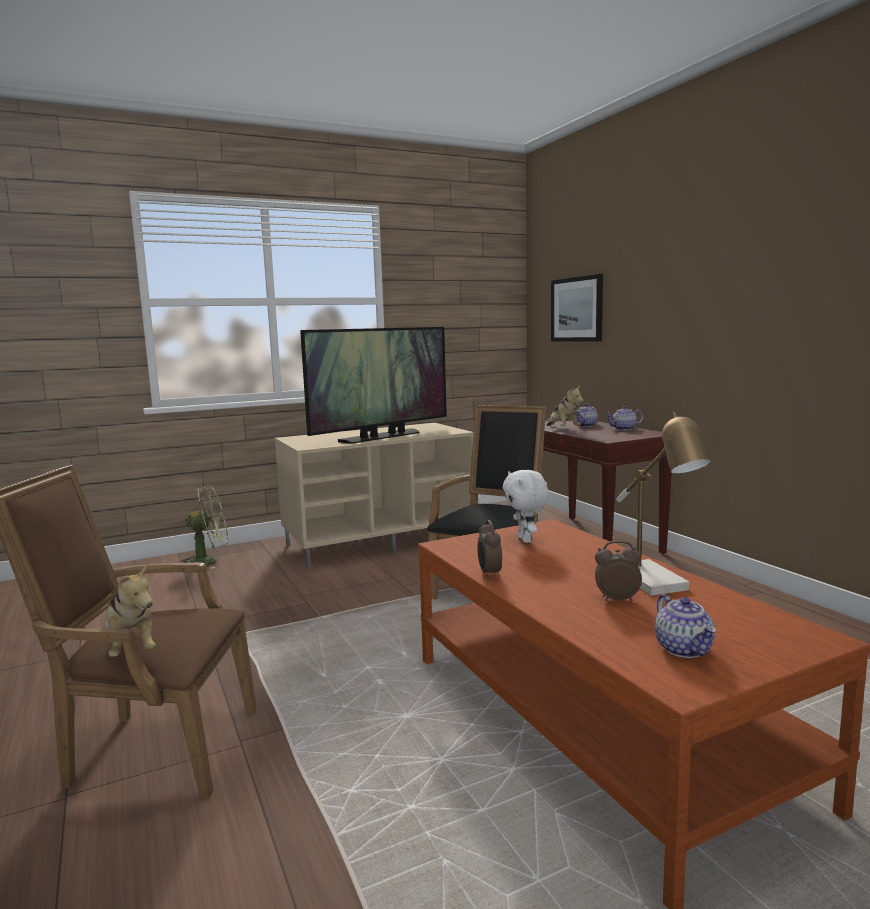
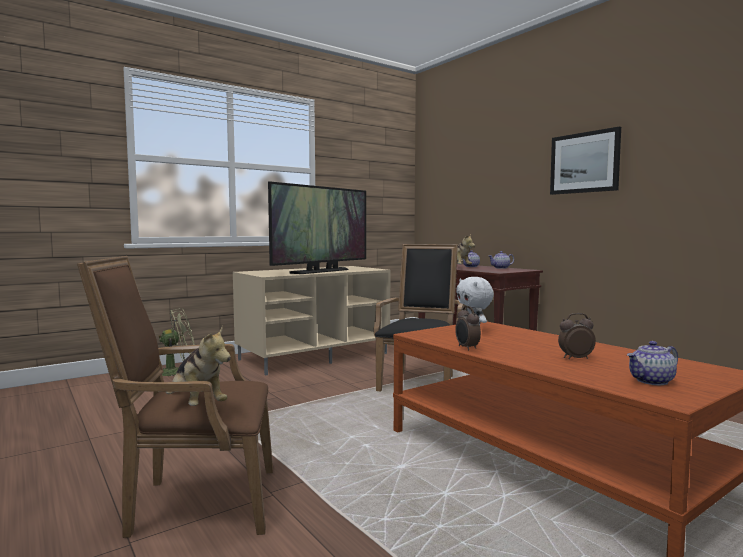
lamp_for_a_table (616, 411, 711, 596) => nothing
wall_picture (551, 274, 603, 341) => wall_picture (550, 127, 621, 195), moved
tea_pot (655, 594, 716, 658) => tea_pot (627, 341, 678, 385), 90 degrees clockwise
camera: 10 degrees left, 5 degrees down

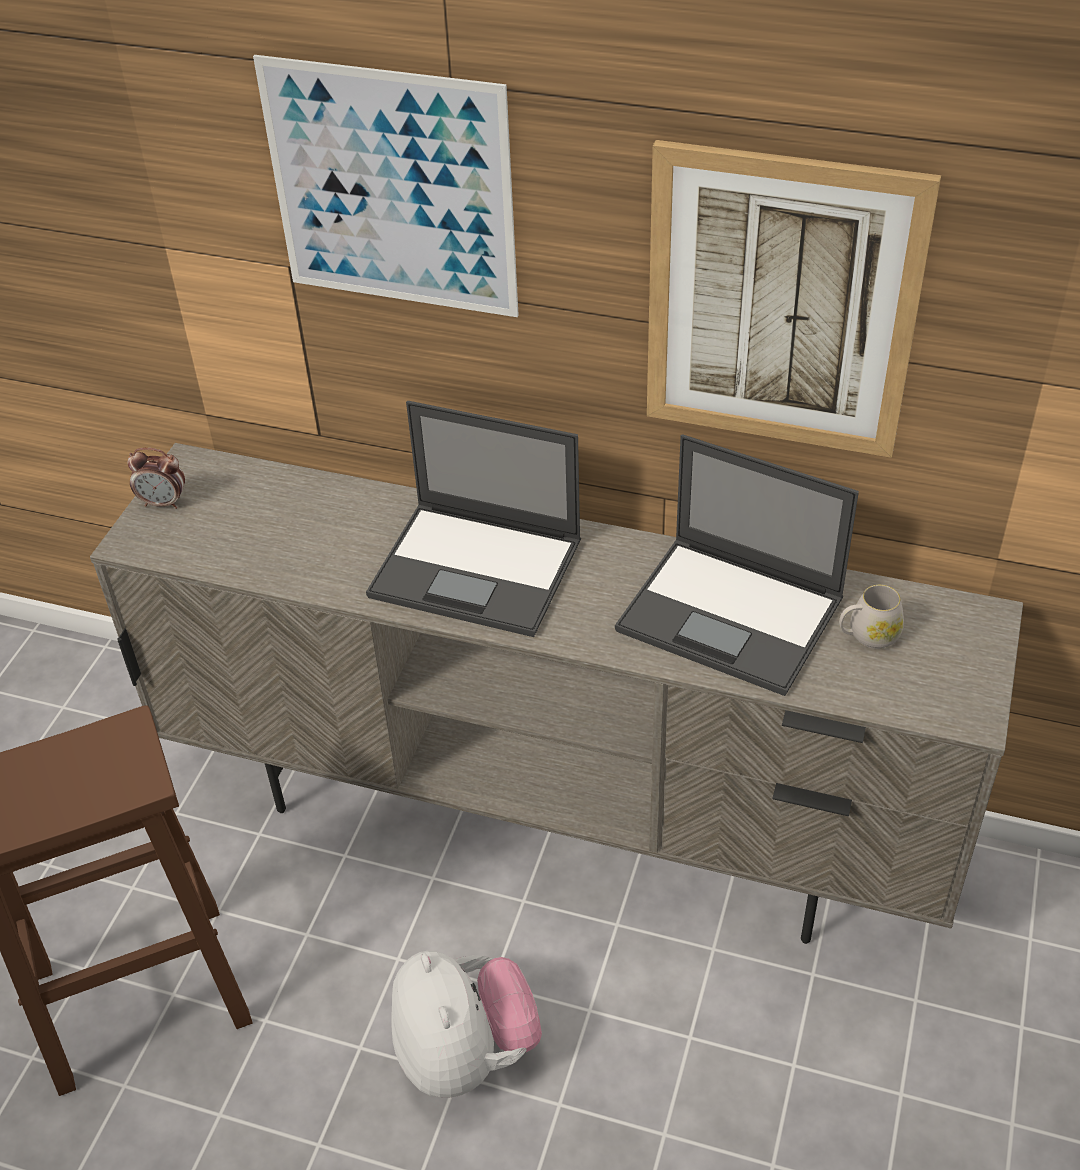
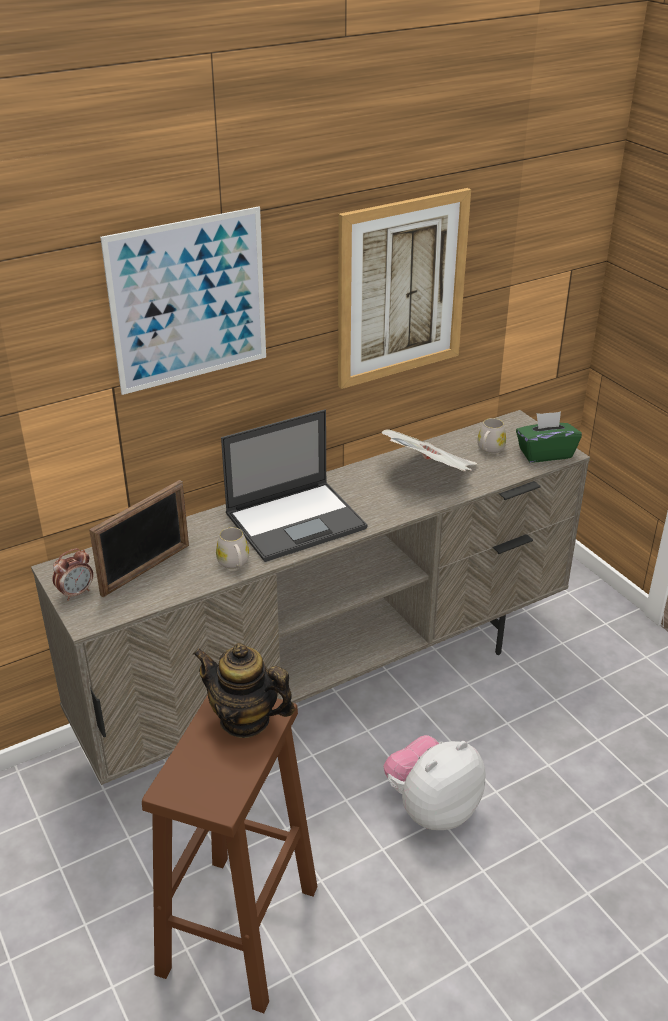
nothing => standing_frame (89, 480, 189, 597)
nothing => tea_pot (193, 643, 295, 738)
nothing => whitish_mug (216, 527, 249, 569)
nothing => green-coloured_tissue_box (516, 412, 582, 462)
notebook_computer (615, 434, 859, 696) => printed_paper (381, 429, 477, 471)
soft_toy (391, 951, 542, 1098) => soft_toy (384, 735, 485, 830), 60 degrees counterclockwise
camera: 50 degrees left, 10 degrees down

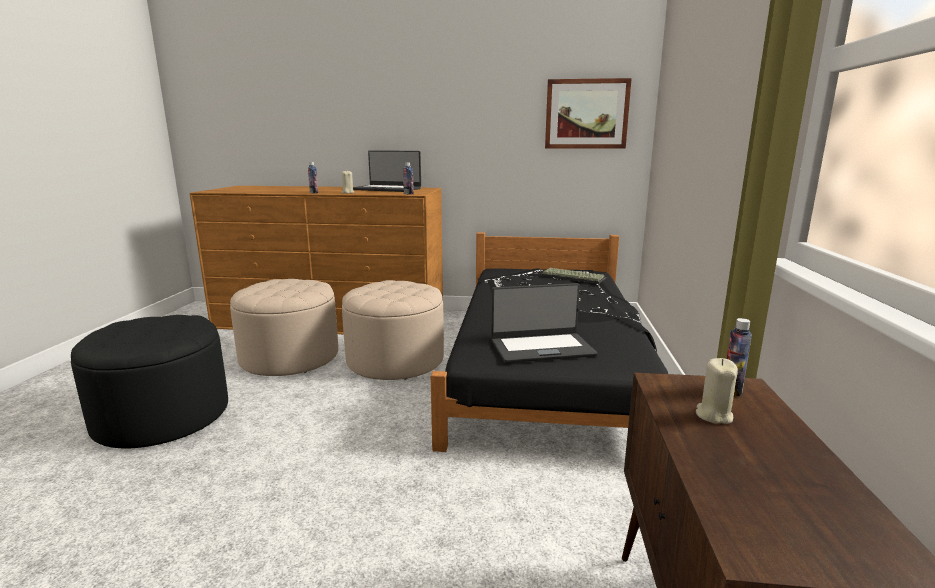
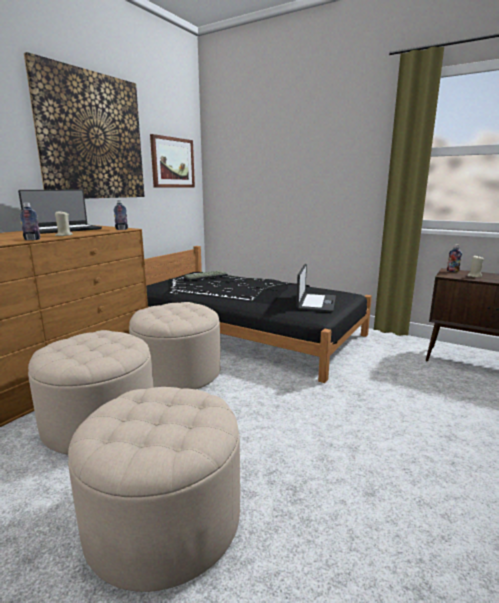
nothing => wall_picture (24, 52, 145, 199)
black-coloured_footrest (71, 315, 228, 448) => beige_footrest (68, 387, 240, 592)
camera: 65 degrees left, 0 degrees up

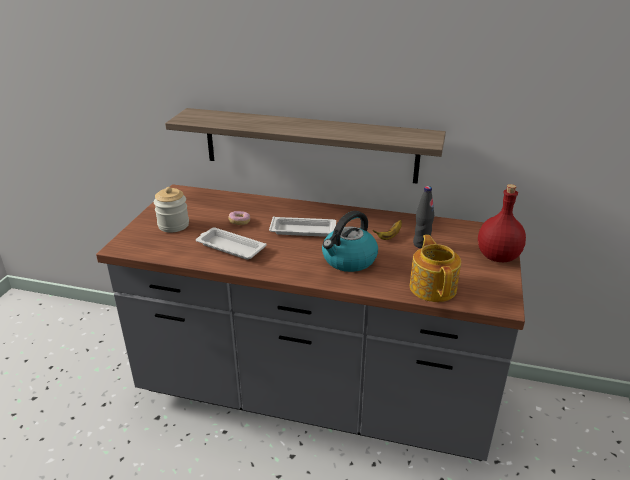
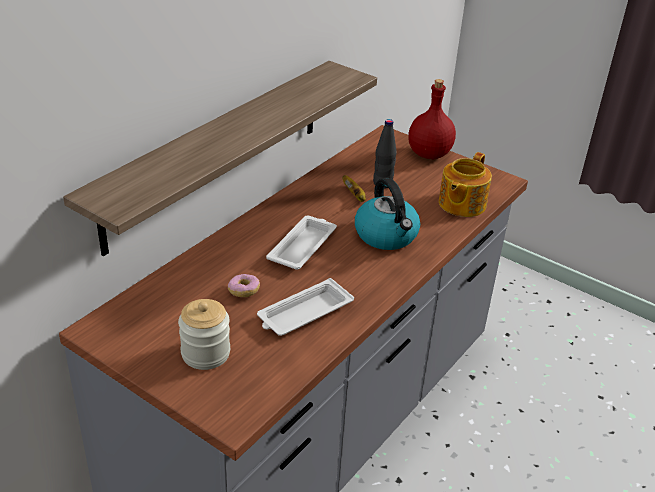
tea_pot (410, 235, 461, 302) => tea_pot (439, 152, 492, 217), 75 degrees counterclockwise
camera: 70 degrees left, 5 degrees up

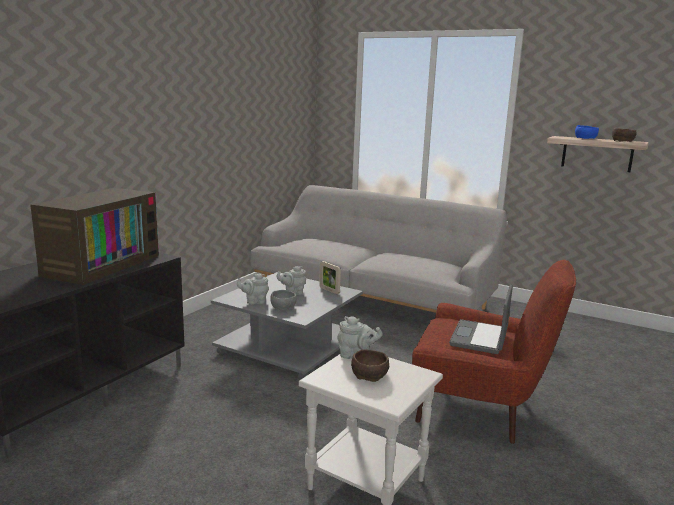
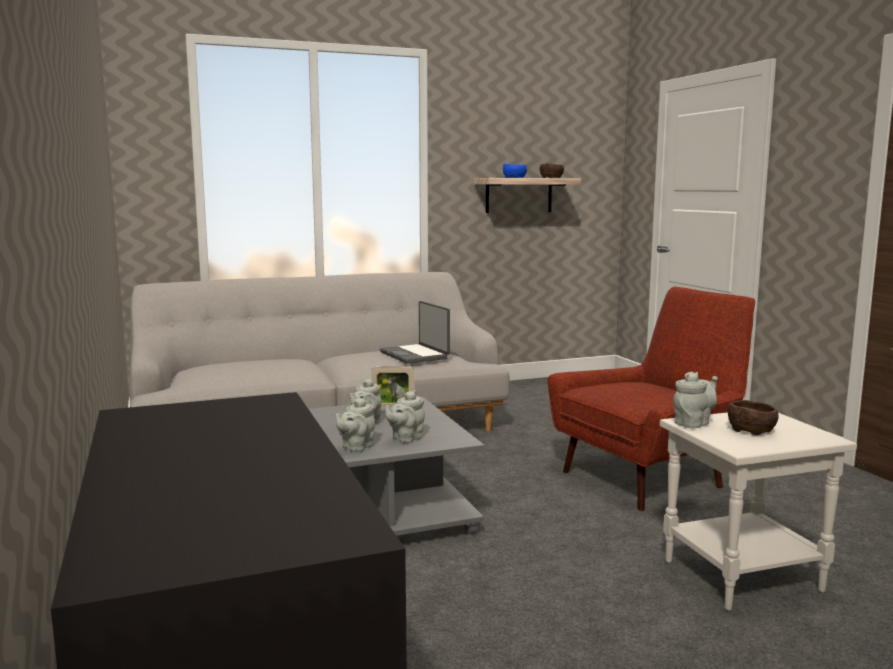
TV (30, 188, 159, 285) => nothing
notebook_computer (449, 285, 513, 354) => notebook_computer (380, 301, 450, 364), moved
greyish_bowl (270, 290, 297, 310) => greyish_tea_pot (385, 390, 425, 443)
camera: 50 degrees left, 5 degrees down

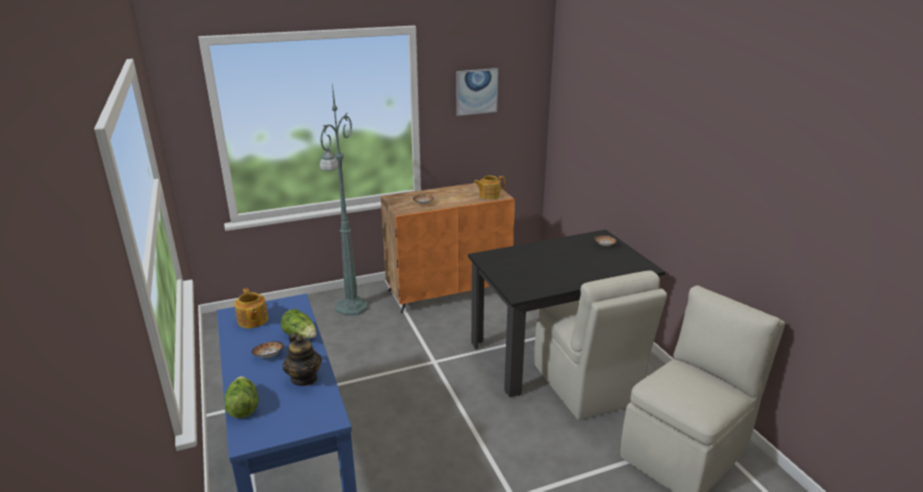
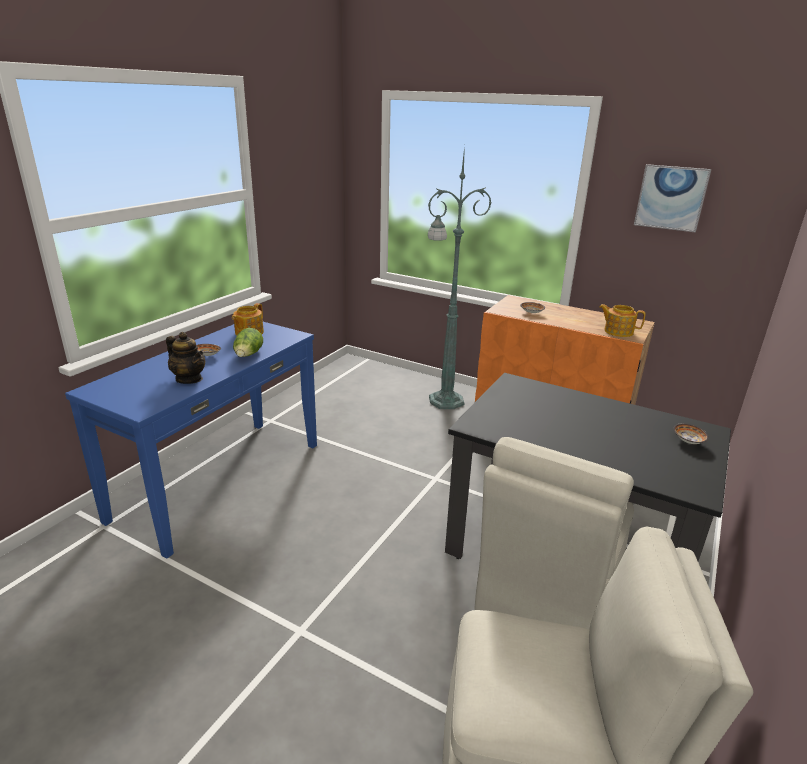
lettuce_head (225, 376, 258, 418) => nothing
tea_pot (283, 333, 322, 386) => tea_pot (166, 332, 205, 384), 75 degrees counterclockwise
camera: 50 degrees right, 0 degrees up

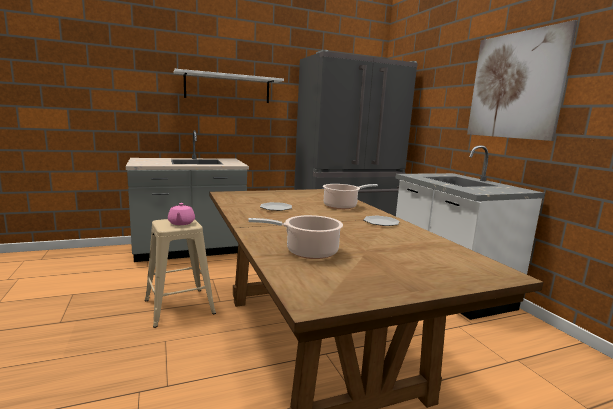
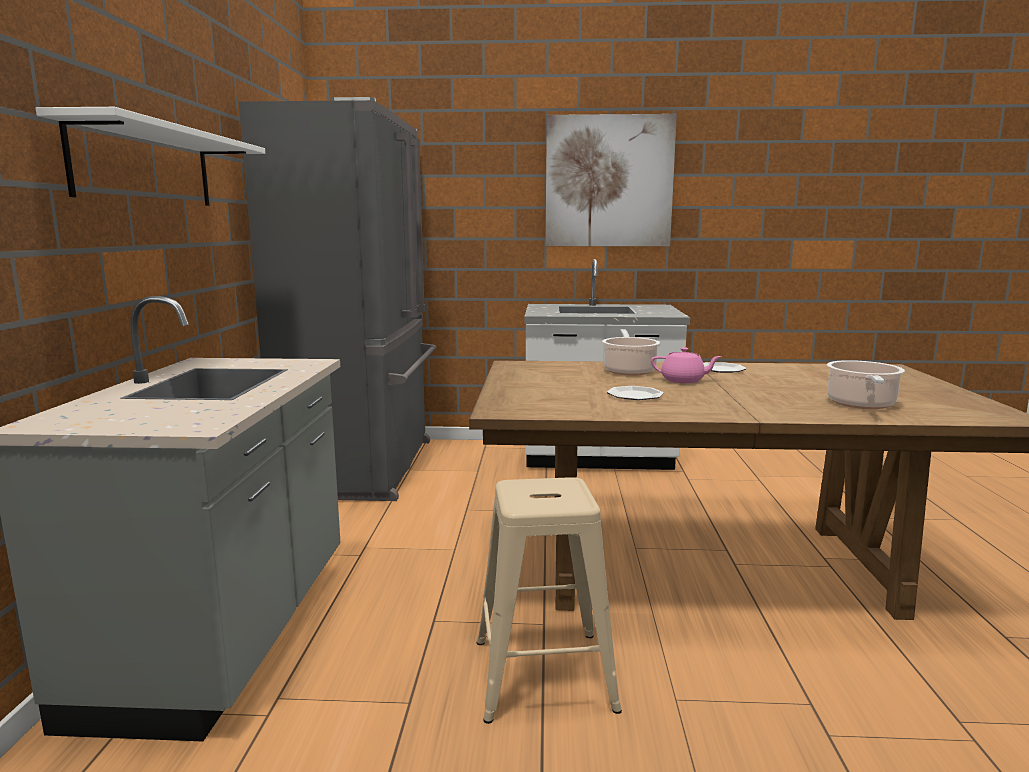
pinkish_tea_pot (168, 203, 195, 225) => pinkish_tea_pot (651, 347, 722, 383), moved
camera: 65 degrees left, 0 degrees up

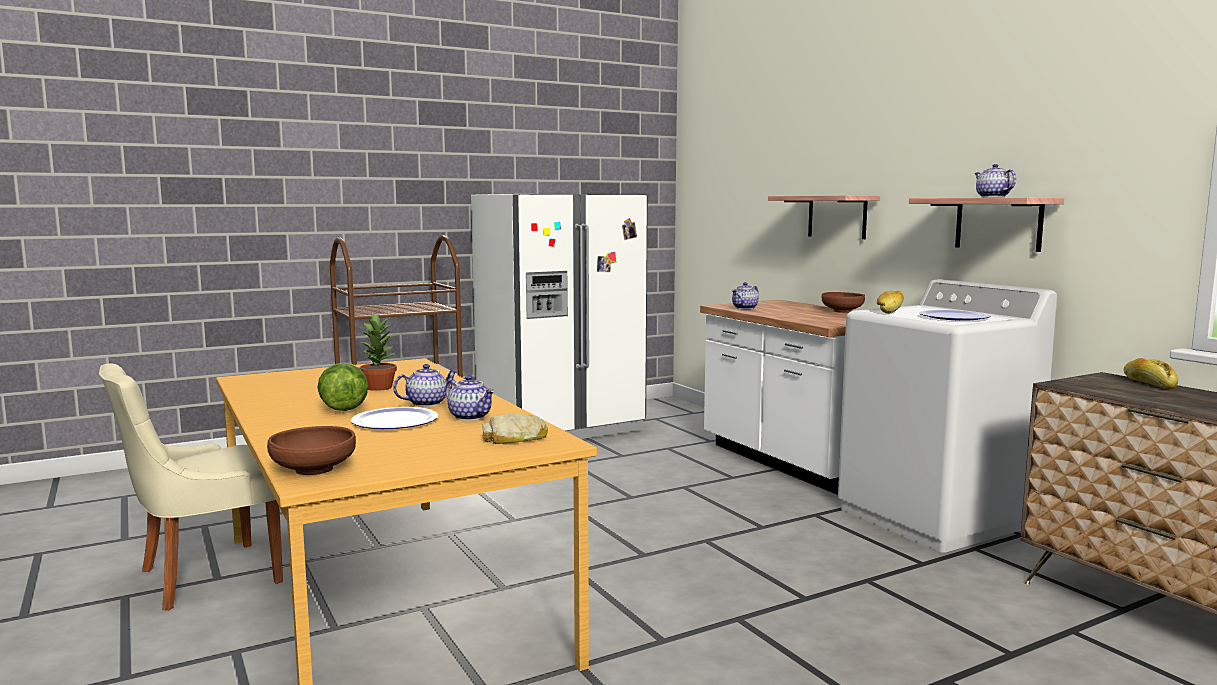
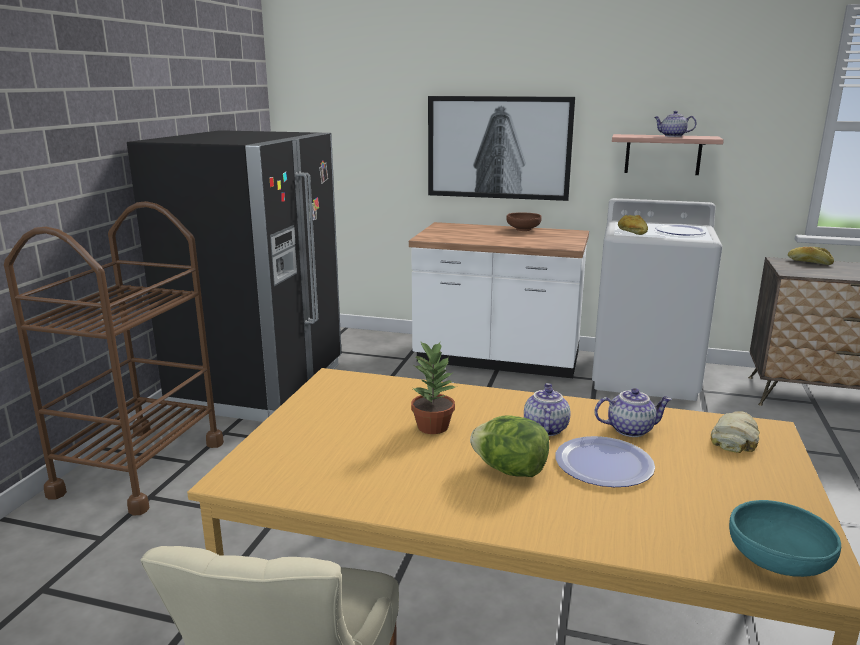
tea_pot (732, 282, 759, 309) => nothing
shelf (768, 195, 880, 239) => wall_picture (428, 96, 575, 201)
brown-coloured_bowl (267, 426, 356, 475) => turquoise_bowl (729, 500, 841, 577)
whitish_refrigerator (471, 194, 648, 439) => black-coloured_refrigerator (127, 130, 341, 422)
camera: 45 degrees left, 10 degrees up

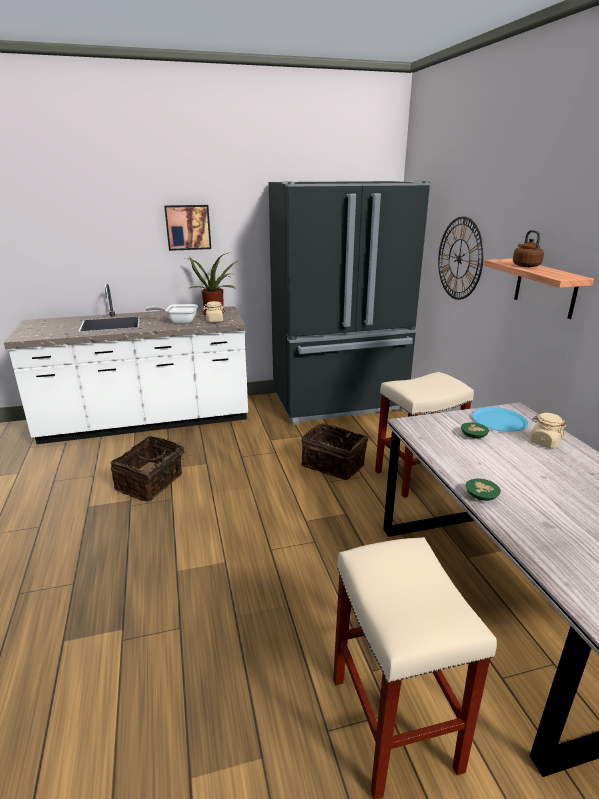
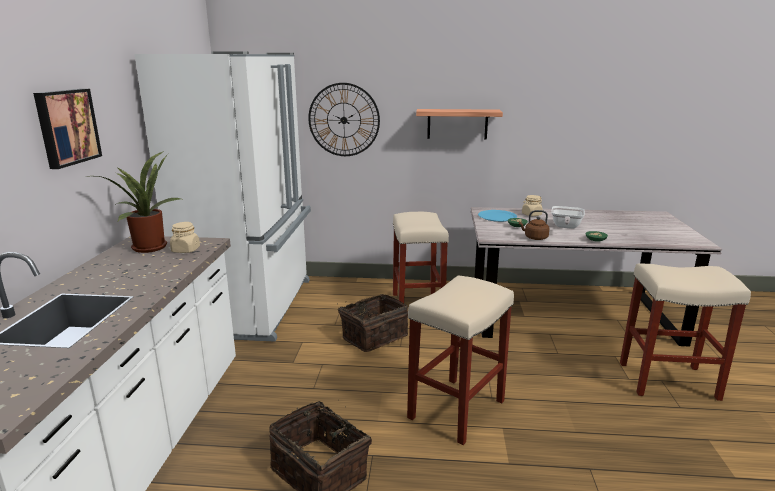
nothing => beige_sitting_stool (407, 276, 514, 445)
pan (146, 304, 198, 324) => pan (551, 206, 585, 229), moved
brown-coloured_kettle (513, 230, 544, 267) => brown-coloured_kettle (519, 210, 550, 240), moved
black-coloured_refrigerator (269, 181, 430, 425) => whitish_refrigerator (135, 51, 311, 342)
camera: 70 degrees left, 5 degrees down

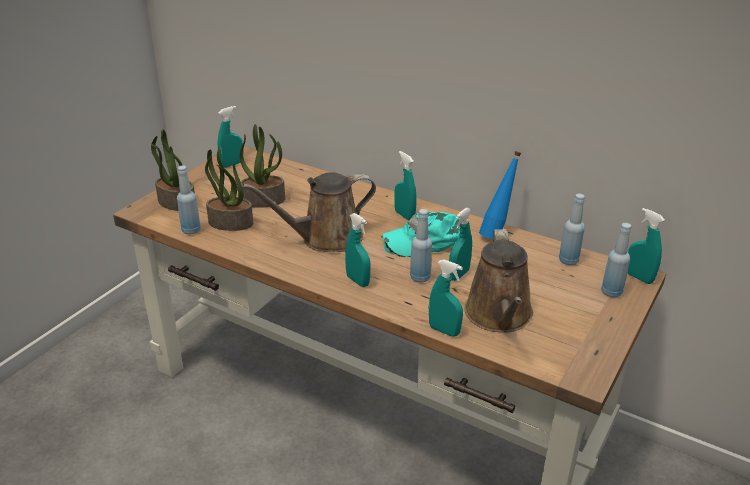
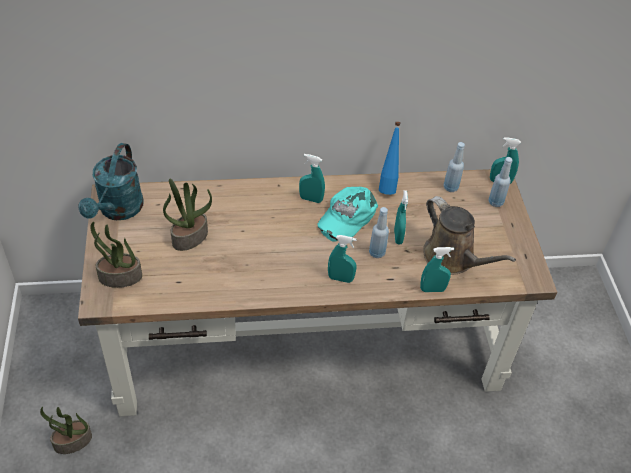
blue_bottle (177, 165, 200, 235) => nothing
brown-coloured_watering_can (243, 172, 376, 252) => nothing
potted_plant (205, 147, 253, 231) => potted_plant (40, 407, 92, 454), moved
turquoise_hand_sprayer (218, 106, 243, 168) => turquoise_watering_can (78, 143, 143, 220)
camera: 40 degrees left, 15 degrees up

